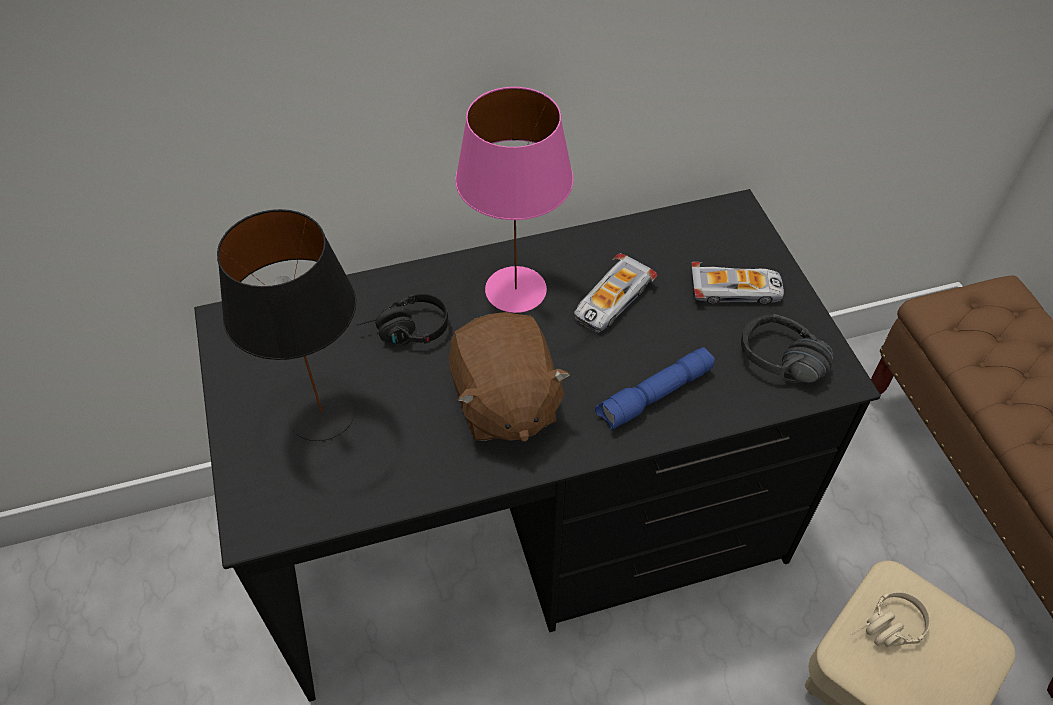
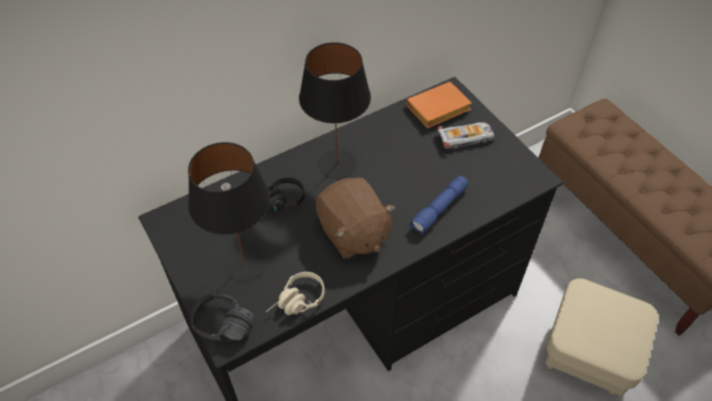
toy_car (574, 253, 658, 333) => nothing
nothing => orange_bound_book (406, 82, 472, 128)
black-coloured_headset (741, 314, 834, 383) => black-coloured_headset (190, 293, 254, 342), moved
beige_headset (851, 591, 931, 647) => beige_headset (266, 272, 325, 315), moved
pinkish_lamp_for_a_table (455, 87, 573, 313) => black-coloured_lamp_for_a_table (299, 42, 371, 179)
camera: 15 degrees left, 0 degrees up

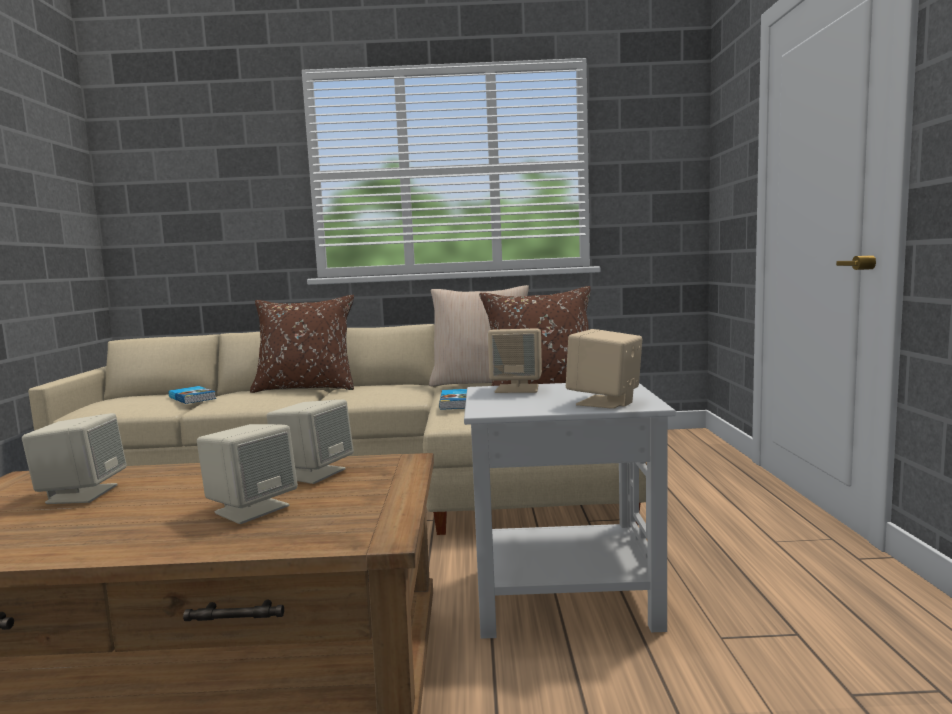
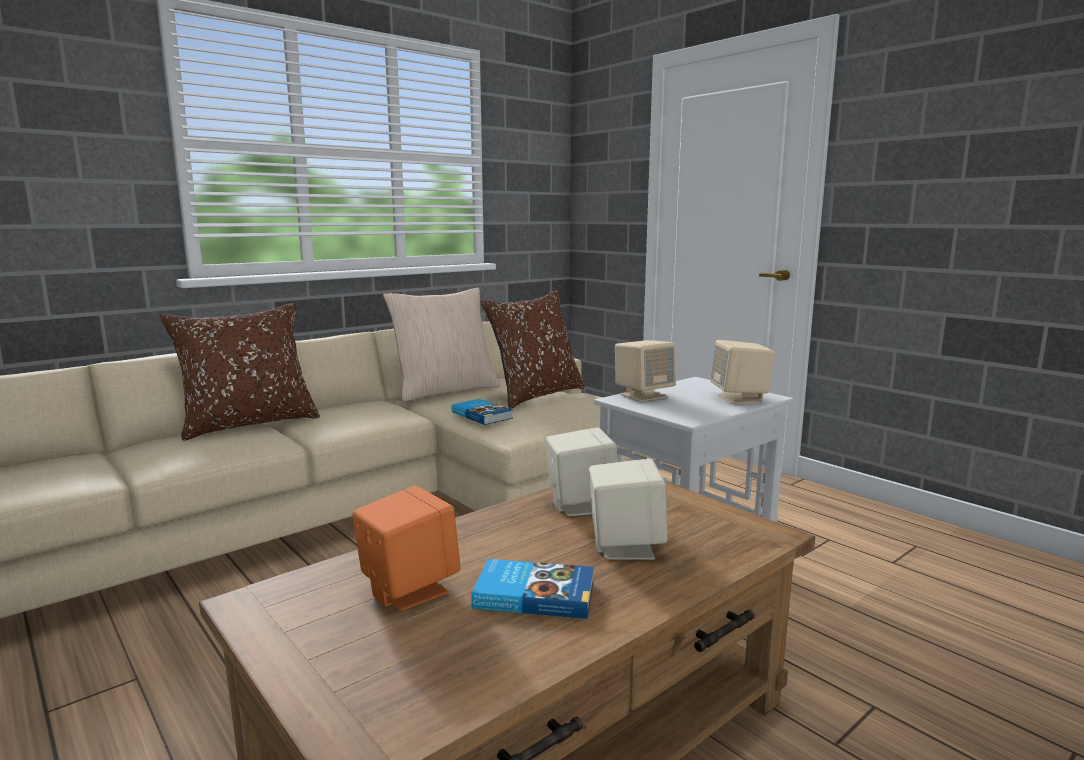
bound_book (169, 386, 216, 404) => bound_book (471, 559, 594, 619), moved
beige_speaker (22, 413, 127, 504) => orange_speaker (352, 486, 461, 611)
camera: 40 degrees left, 5 degrees up

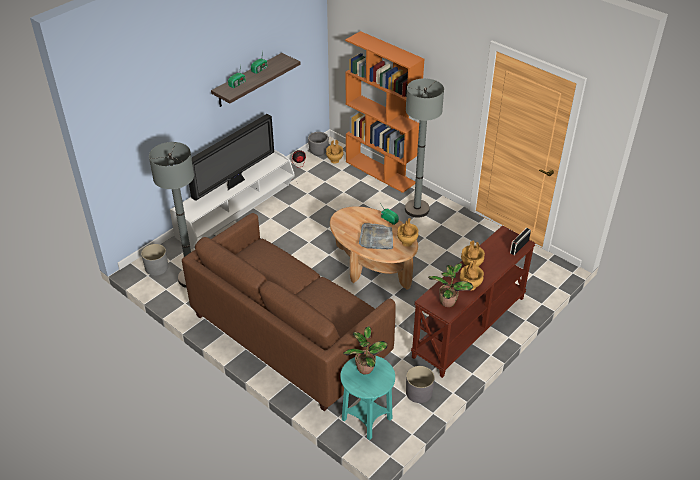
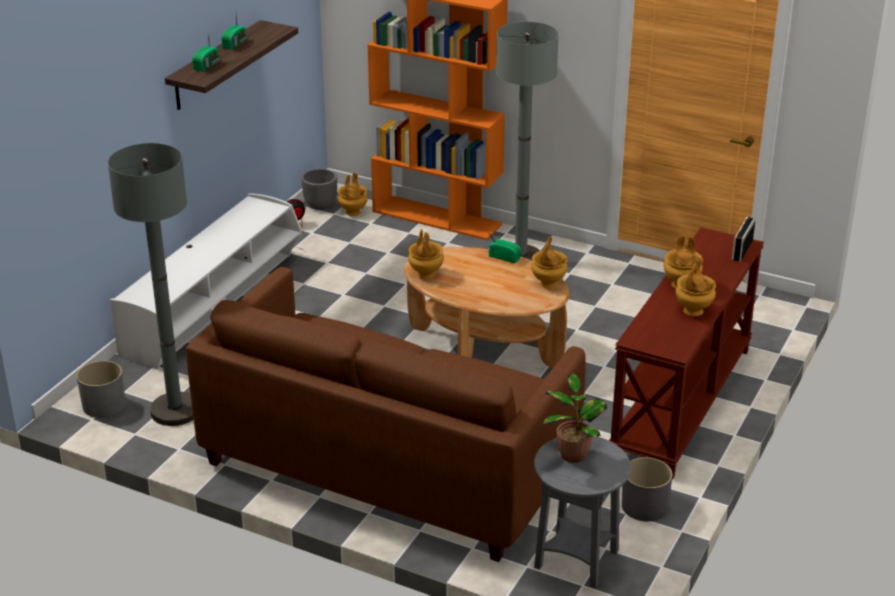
TV (189, 114, 274, 201) => nothing
greyish_serving_tray (359, 223, 393, 249) => nothing
potted_plant (428, 263, 473, 307) => nothing
nothing => brown-coloured_decorative_vase (408, 229, 444, 279)
turquoise_end_table (340, 356, 395, 440) => greyish_end_table (534, 437, 631, 589)
camera: 15 degrees left, 10 degrees down

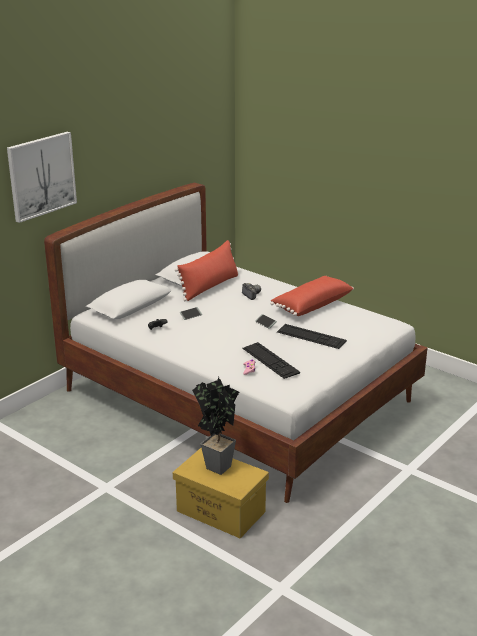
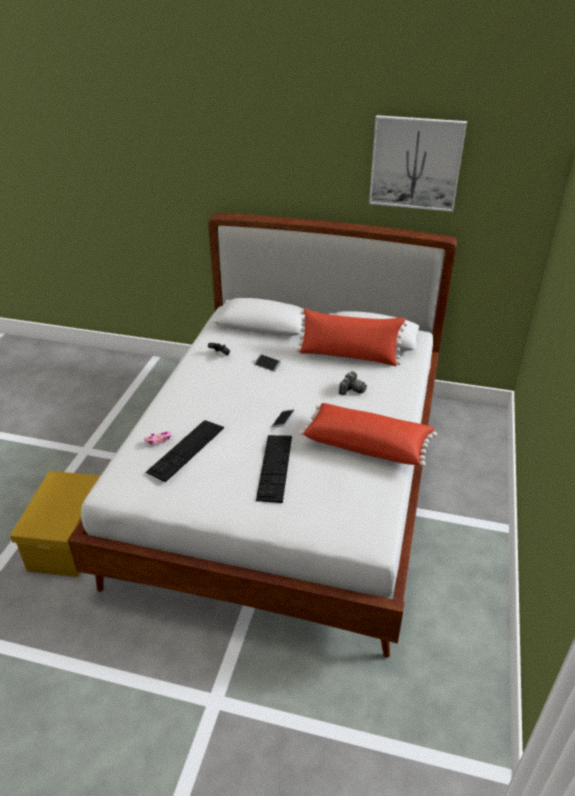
potted_plant (192, 377, 239, 475) => nothing
wall_picture (7, 132, 77, 223) => wall_picture (369, 115, 467, 212), moved
camera: 65 degrees right, 10 degrees up

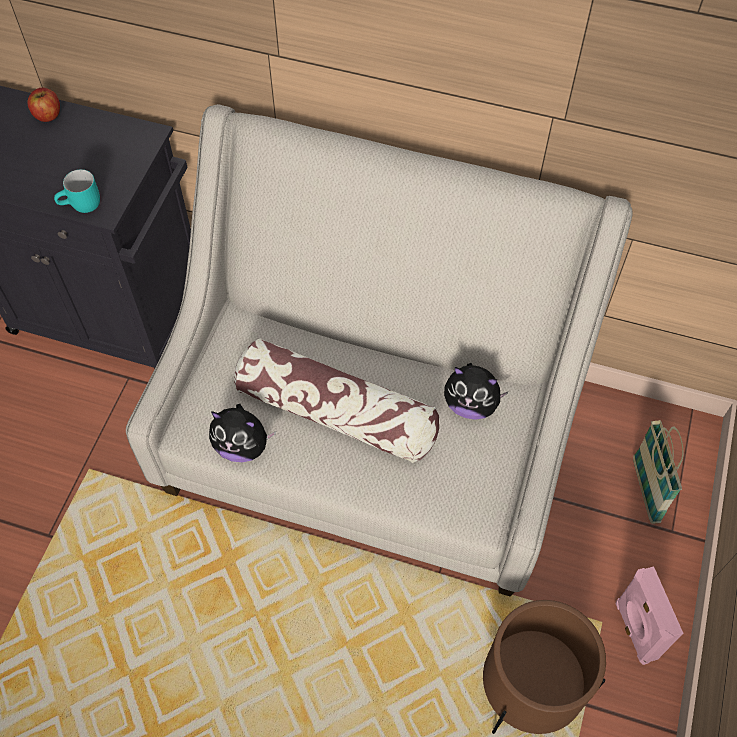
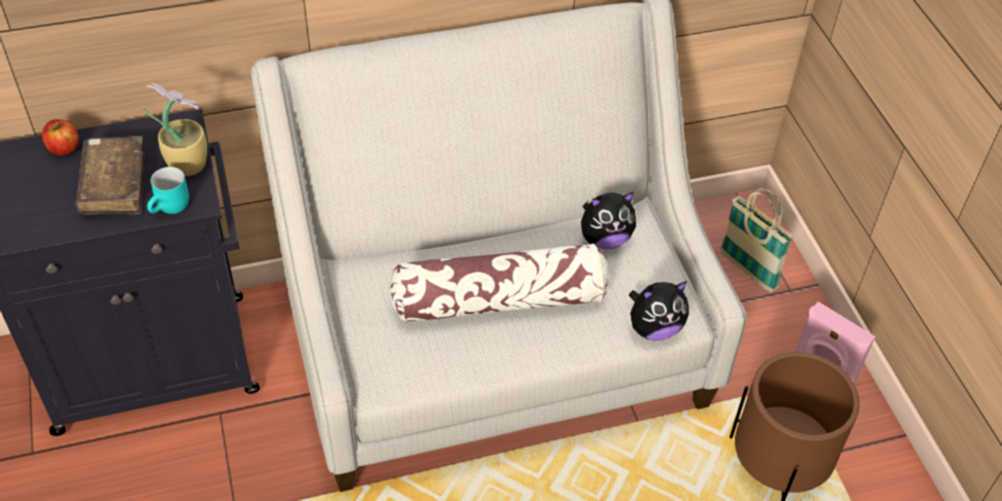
nothing => brown-coloured_bound_book (75, 136, 145, 214)
nothing => potted_plant (142, 83, 207, 176)
soft_toy (209, 404, 276, 462) => soft_toy (629, 281, 689, 341), moved
camera: 35 degrees left, 10 degrees down

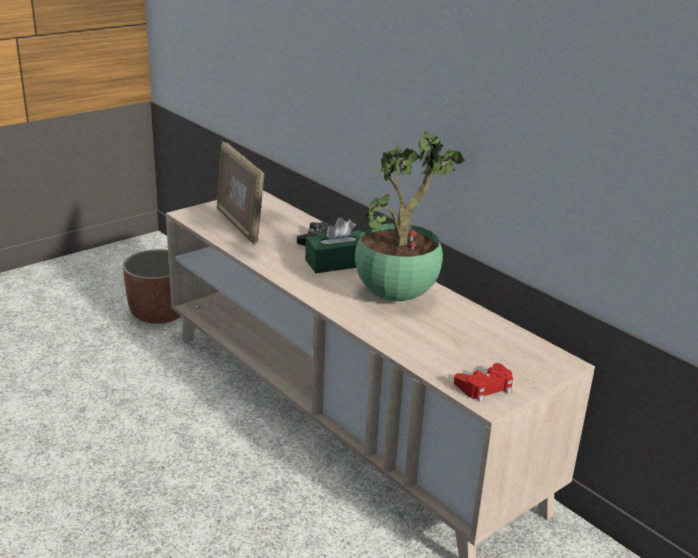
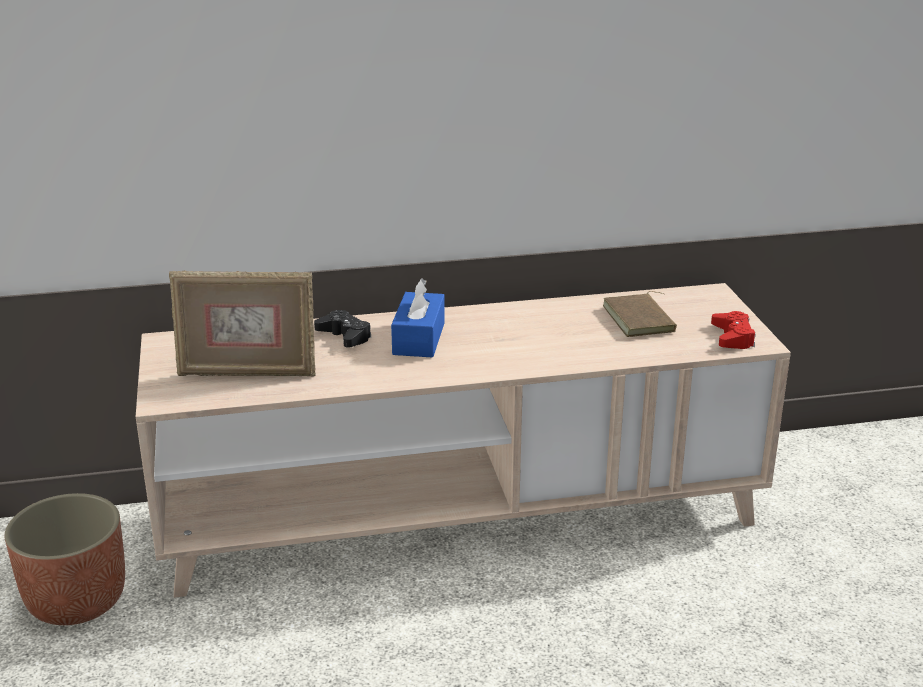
potted_plant (355, 131, 464, 301) => nothing
nothing => brown-coloured_bound_book (603, 291, 677, 337)
green-coloured_tissue_box (305, 217, 362, 273) => blue_tissue_box (391, 278, 445, 358)
camera: 60 degrees left, 0 degrees up

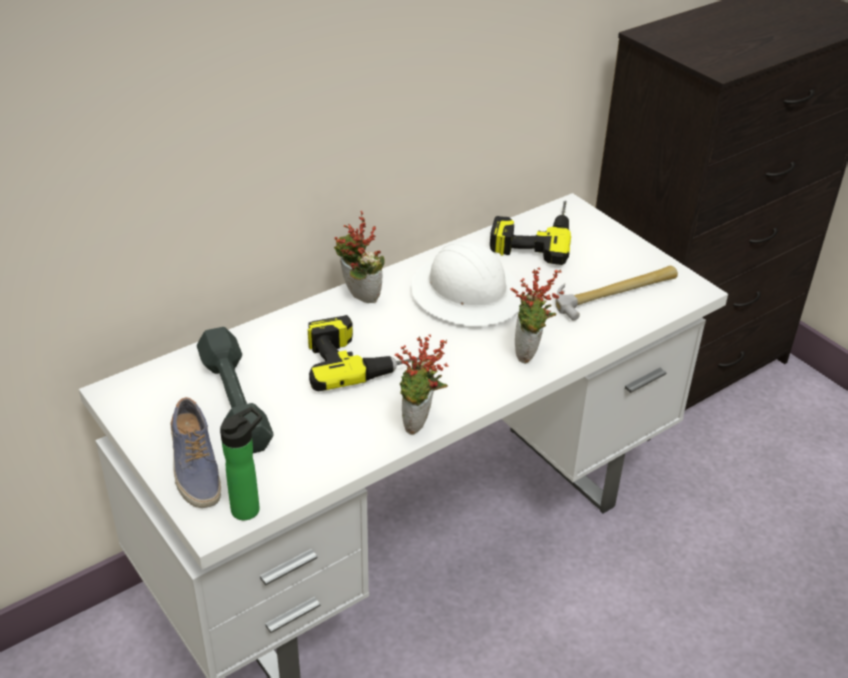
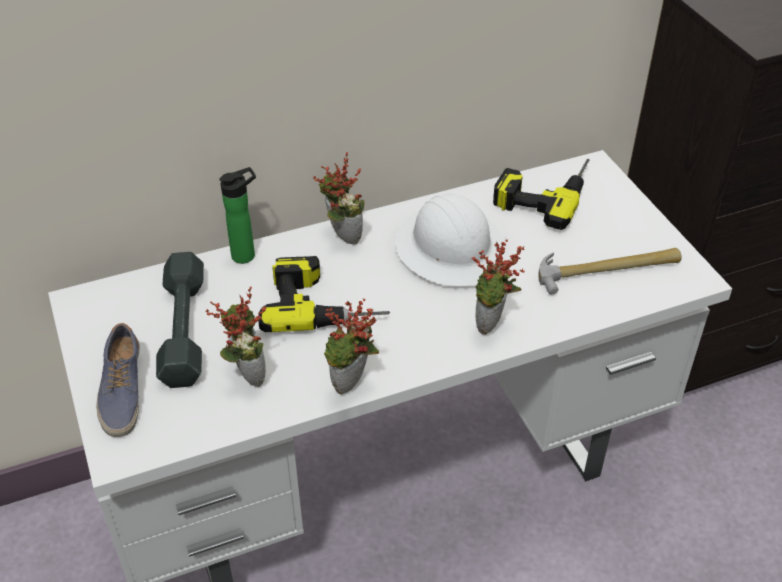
nothing => potted_plant (205, 286, 266, 387)
bottle (220, 407, 262, 520) => bottle (219, 167, 256, 264), moved
camera: 15 degrees right, 5 degrees up

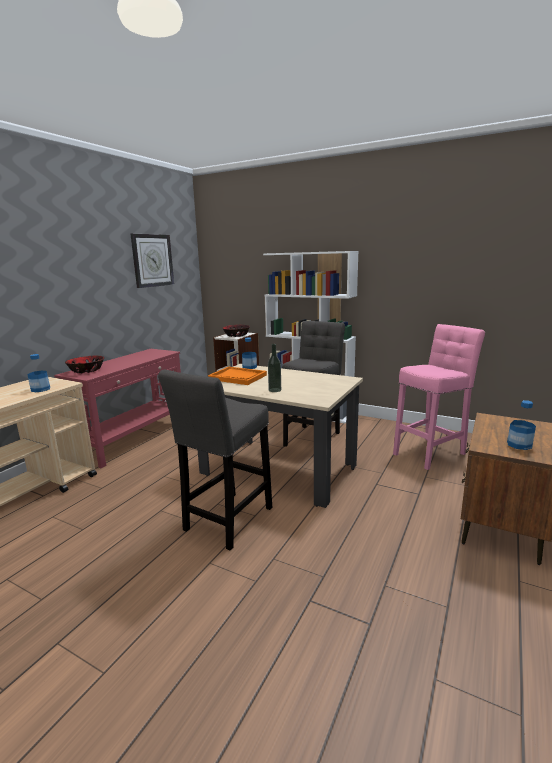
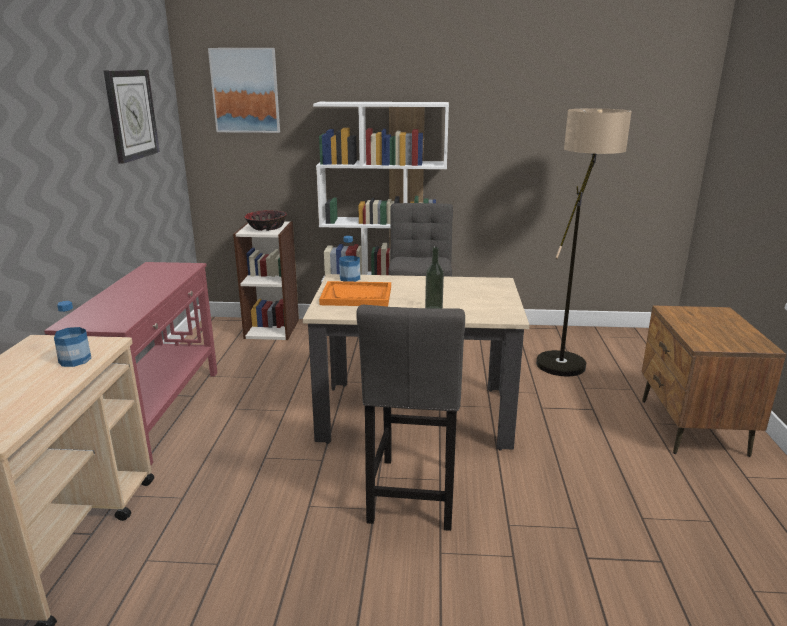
bowl (65, 356, 104, 373) => nothing
bottle (507, 400, 536, 450) => nothing
nothing => wall_picture (208, 48, 280, 133)
pinkish_sitting_stool (393, 324, 485, 470) => floor_lamp (536, 108, 632, 376)
camera: 25 degrees left, 5 degrees up

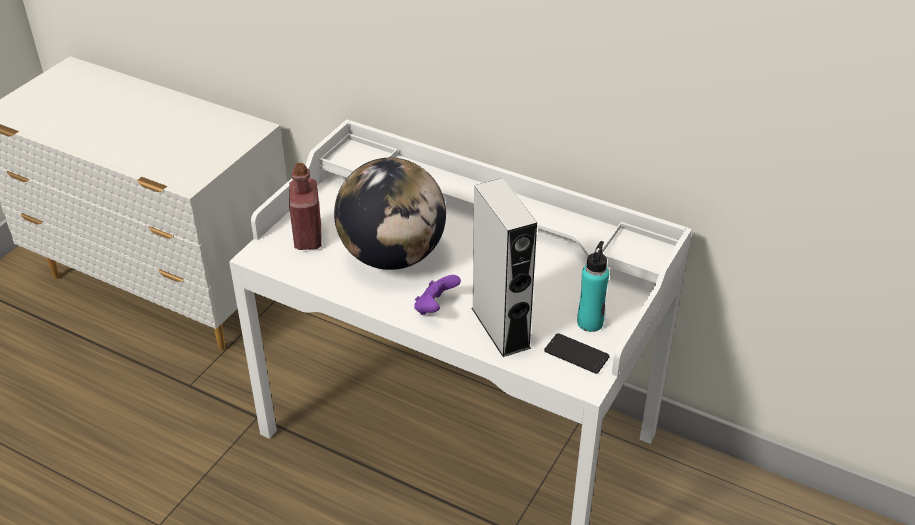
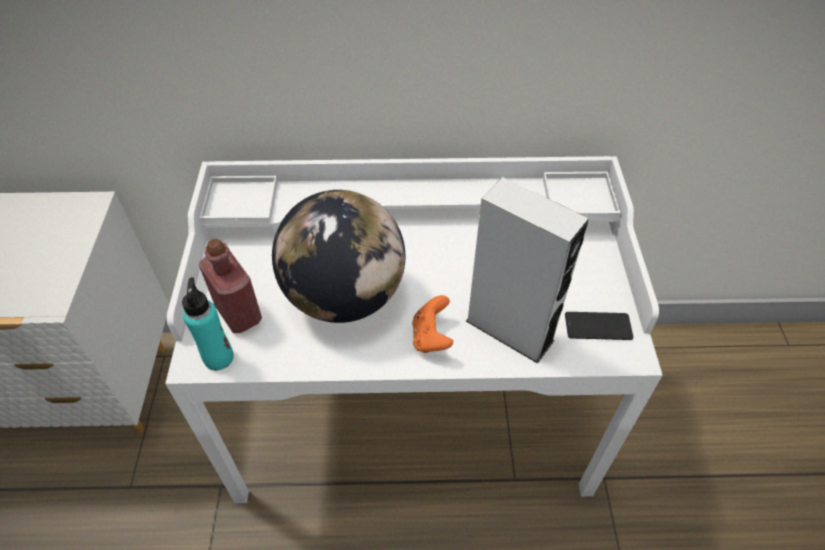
turquoise_bottle (577, 241, 609, 332) => turquoise_bottle (182, 277, 234, 370), moved
purple-coloured_gamepad (414, 275, 461, 315) => orange_gamepad (412, 295, 453, 353)
camera: 30 degrees left, 10 degrees up

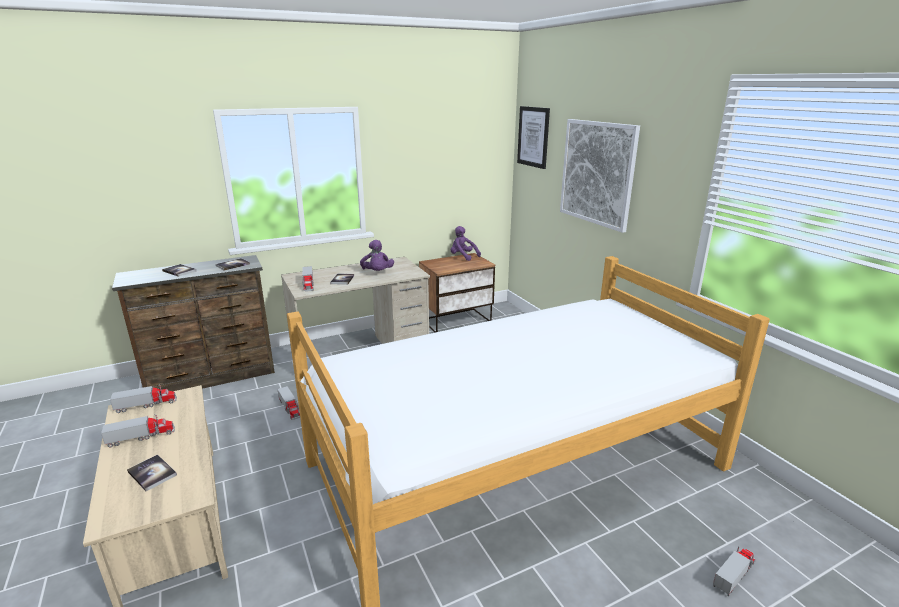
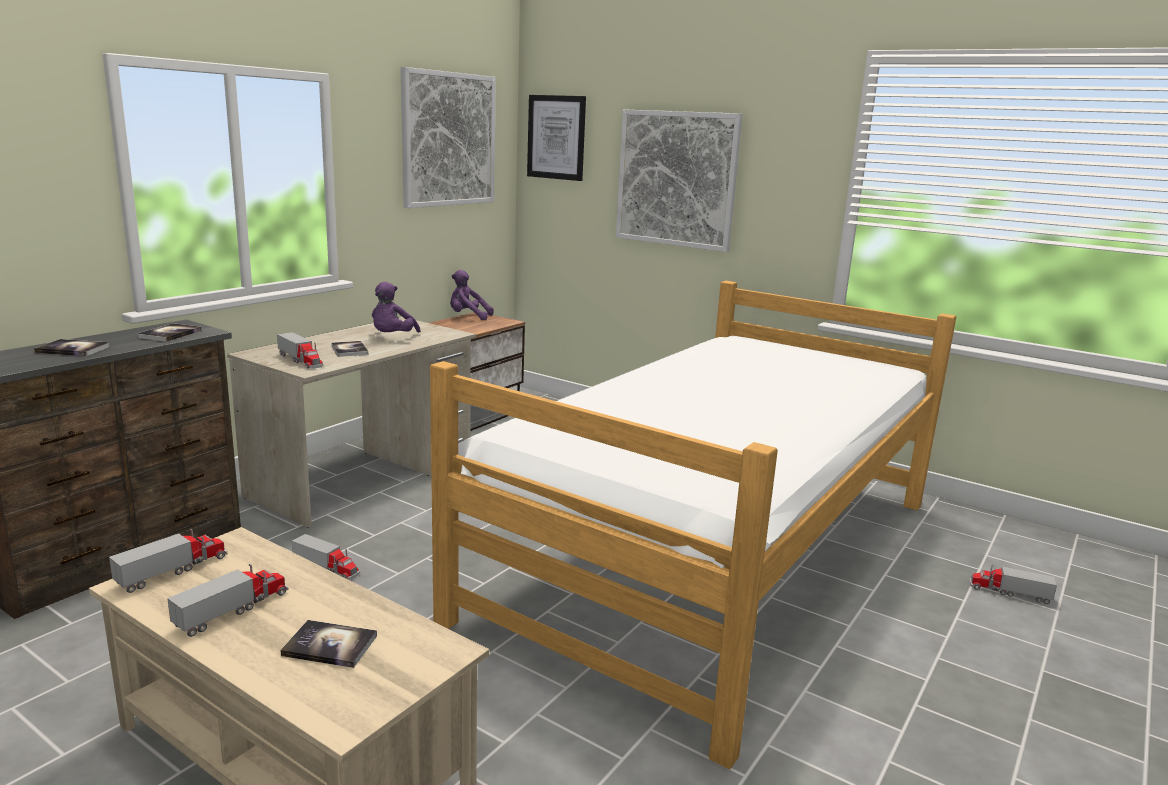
nothing => wall_picture (401, 67, 496, 208)
purple-coloured_soft_toy (360, 240, 394, 271) => purple-coloured_soft_toy (372, 282, 421, 333), 60 degrees clockwise
toy_lorry (713, 546, 756, 596) => toy_lorry (970, 564, 1057, 604), 90 degrees counterclockwise
camera: 30 degrees left, 5 degrees down

